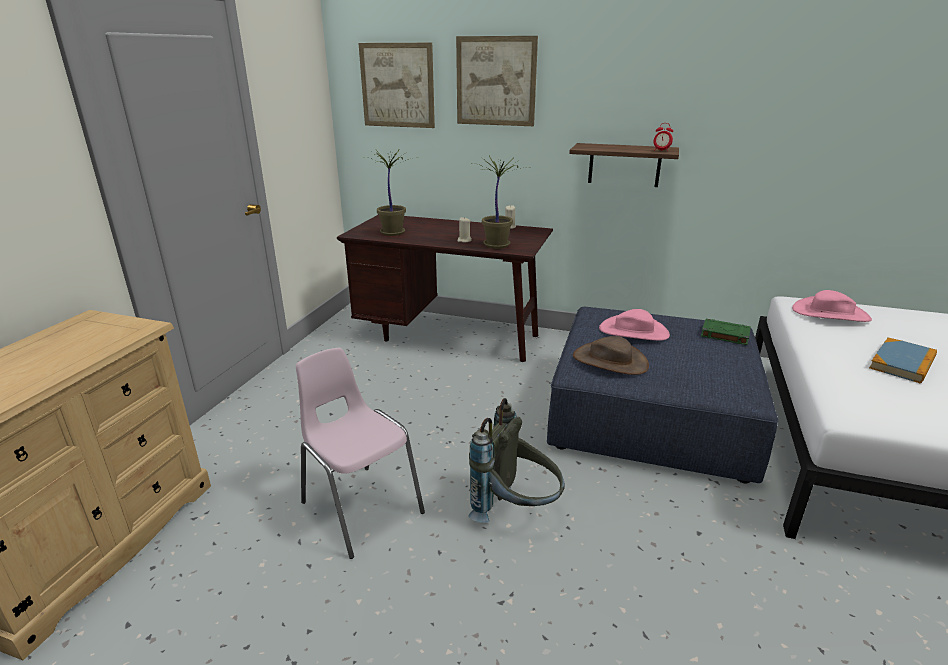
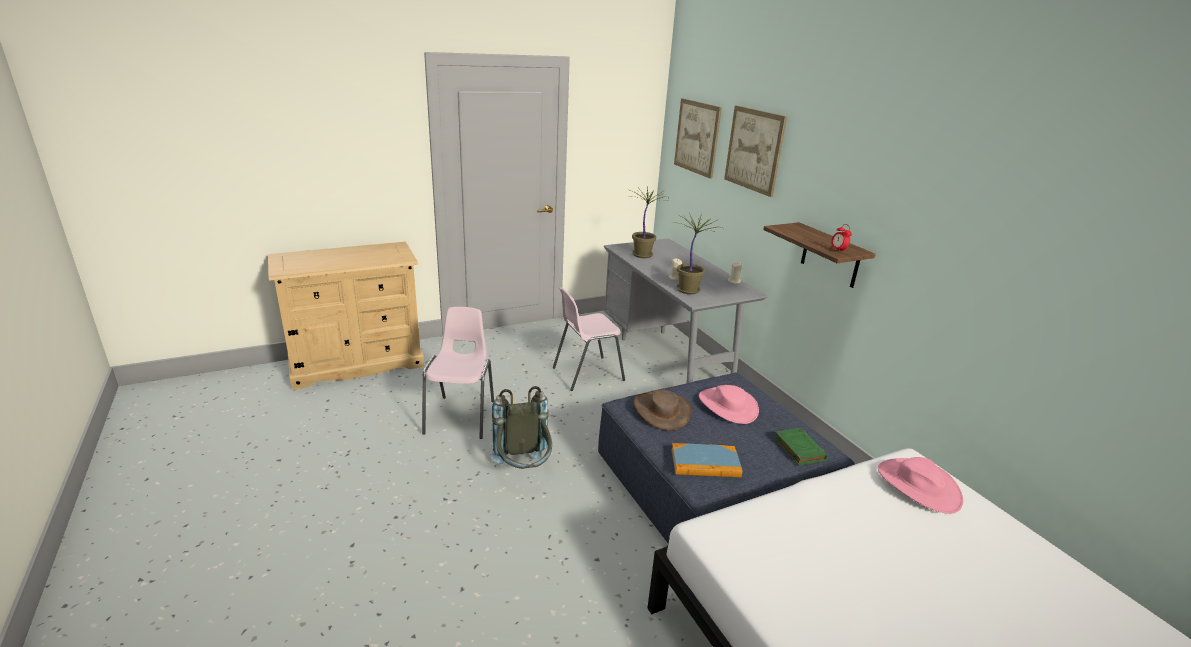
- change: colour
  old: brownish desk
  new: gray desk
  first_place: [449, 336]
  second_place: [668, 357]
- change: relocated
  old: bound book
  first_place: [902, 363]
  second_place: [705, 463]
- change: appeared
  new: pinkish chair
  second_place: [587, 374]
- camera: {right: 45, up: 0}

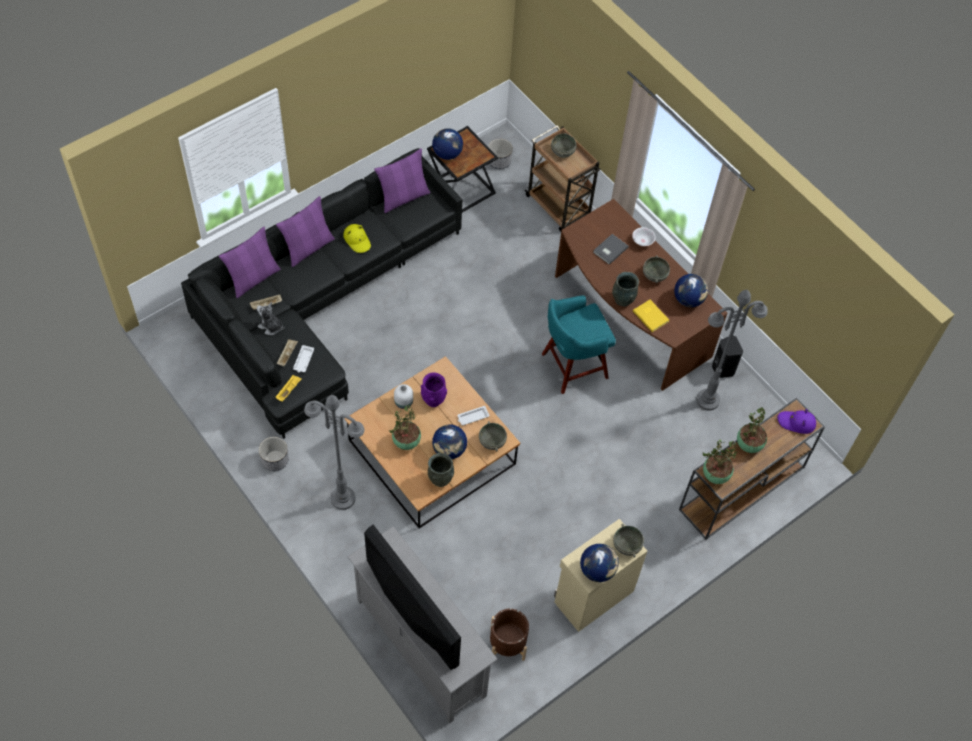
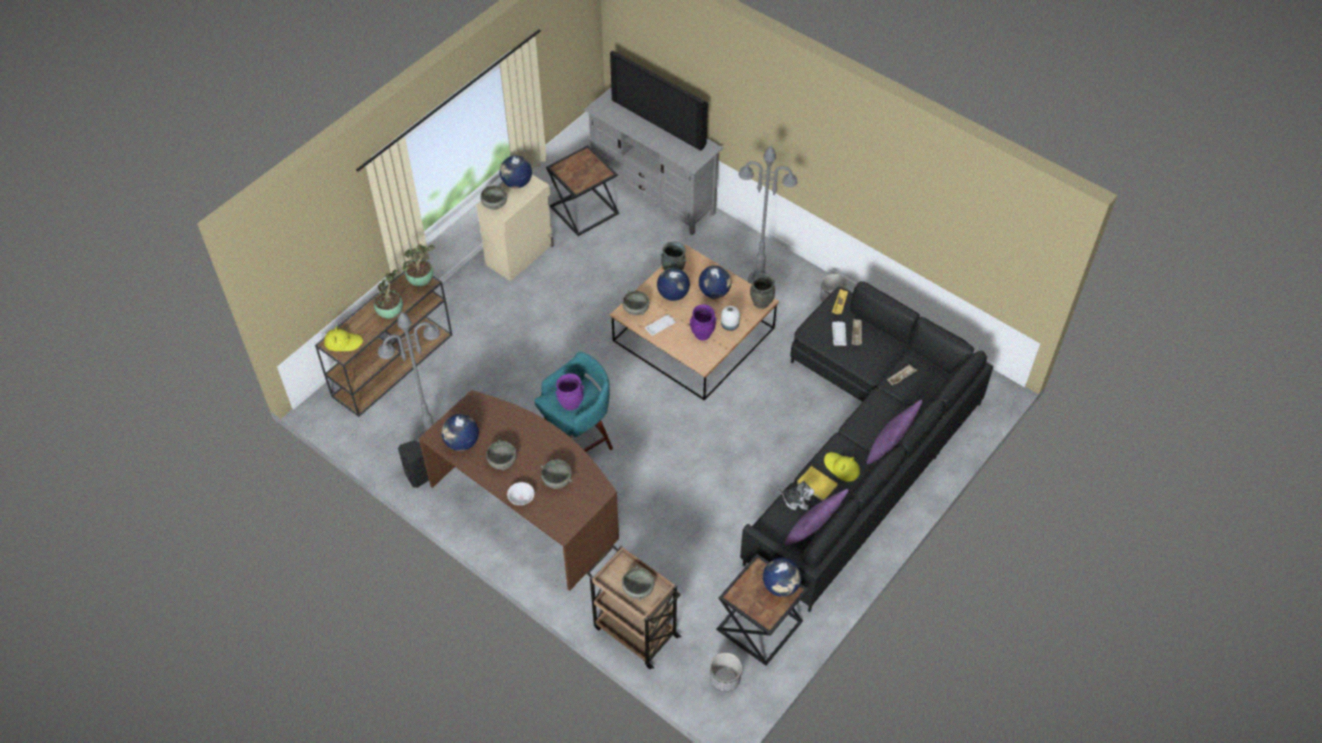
- change: missing
  old: purple-coloured throw pillow
  first_place: [253, 278]
- change: relocated
  old: soft toy
  first_place: [271, 326]
  second_place: [796, 500]
- change: exchanged
  old: potted plant
  new: world globe
  first_place: [406, 443]
  second_place: [714, 292]
- change: exchanged
  old: brownish flower pot
  new: blackish accent table
  first_place: [507, 644]
  second_place: [584, 209]
- change: exchanged
  old: gray bound book
  new: gray bowl
  first_place: [609, 249]
  second_place: [557, 480]
- change: relocated
  old: gray decorative vase
  first_place: [623, 300]
  second_place: [761, 302]
- change: relocated
  old: yellowish bound book
  first_place: [651, 315]
  second_place: [817, 485]
- change: colour
  old: purple-coloured hat
  new: yellowish hat
  first_place: [796, 422]
  second_place: [343, 342]
- change: appeared
  new: purple-coloured decorative vase
  second_place: [571, 403]
- camera: {right: 170, up: -5}

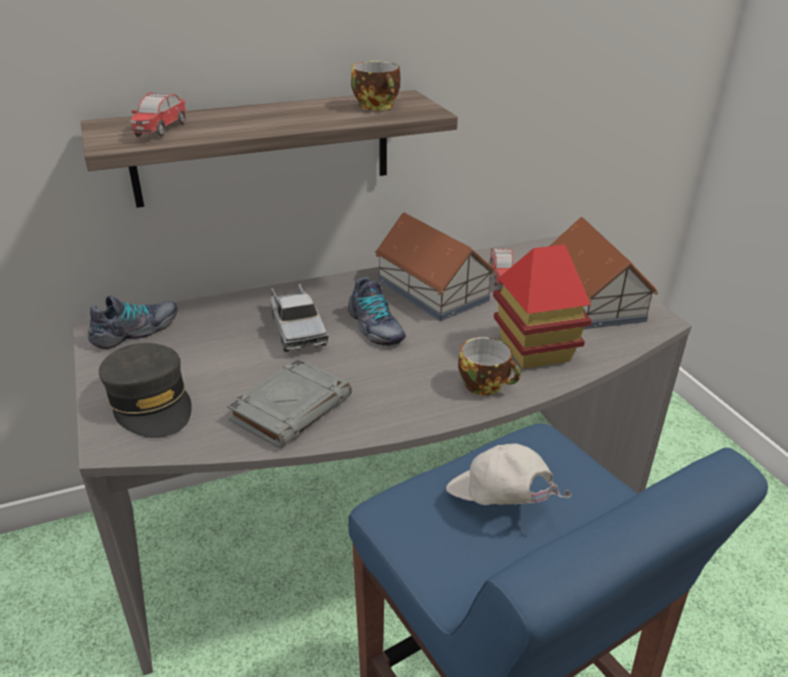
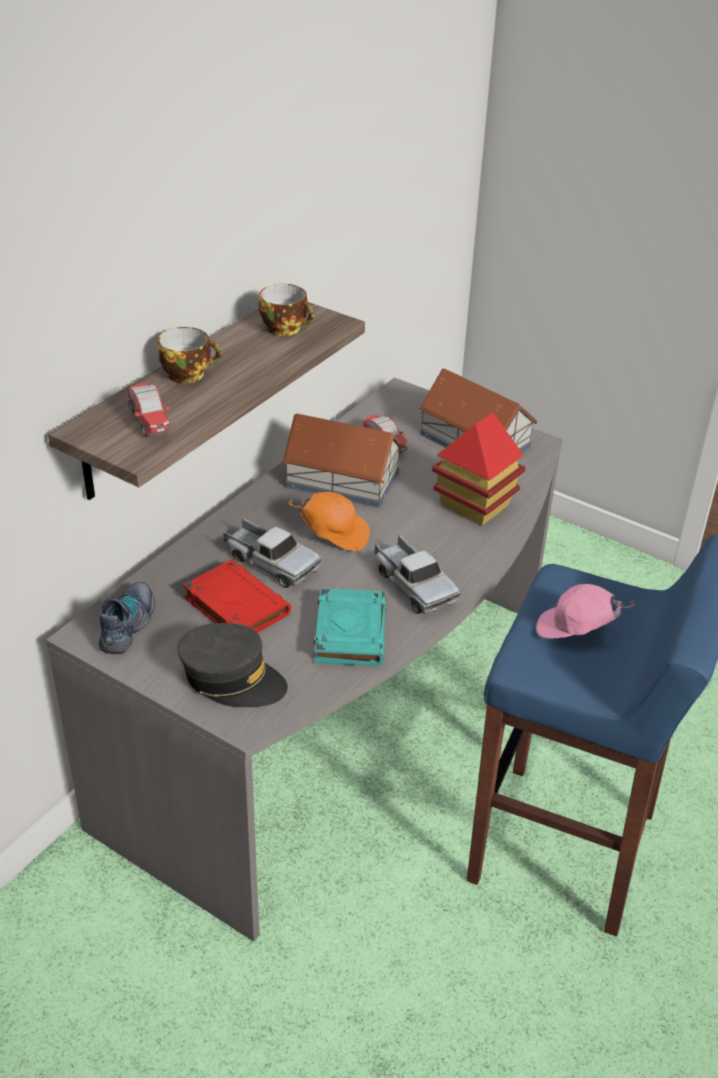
- change: colour
  old: gray bound book
  new: turquoise bound book
  first_place: [291, 408]
  second_place: [349, 632]
- change: exchanged
  old: shoe
  new: orangey cap
  first_place: [374, 327]
  second_place: [333, 535]
- change: colour
  old: white-coloured cap
  new: pinkish cap
  first_place: [498, 503]
  second_place: [575, 631]
- change: relocated
  old: cup
  first_place: [486, 385]
  second_place: [188, 373]
- change: appeared
  new: red-coloured bound book
  second_place: [235, 605]
- change: appeared
  new: toy truck
  second_place: [413, 585]
- camera: {right: -35, up: 5}

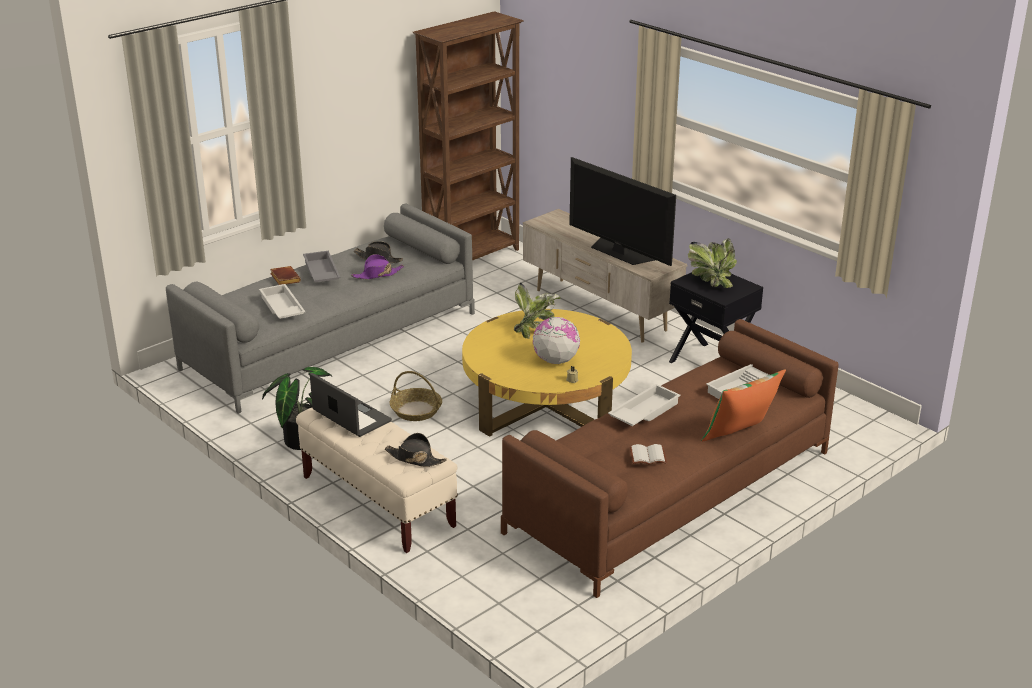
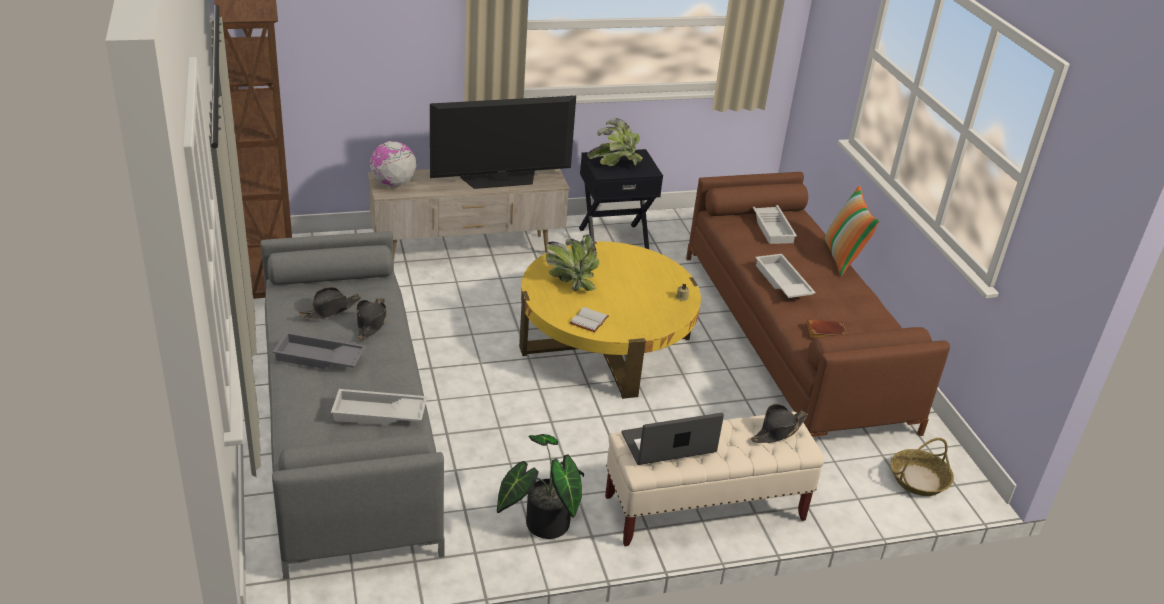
- change: relocated
  old: brownish bound book
  first_place: [284, 278]
  second_place: [824, 334]
- change: colour
  old: purple-coloured hat
  new: blackish hat
  first_place: [377, 274]
  second_place: [371, 323]
- change: relocated
  old: household basket
  first_place: [415, 410]
  second_place: [918, 480]
- change: relocated
  old: world globe
  first_place: [555, 360]
  second_place: [393, 184]
- change: relocated
  old: white-coloured bound book
  first_place: [647, 456]
  second_place: [590, 321]
- camera: {right: -65, up: 5}

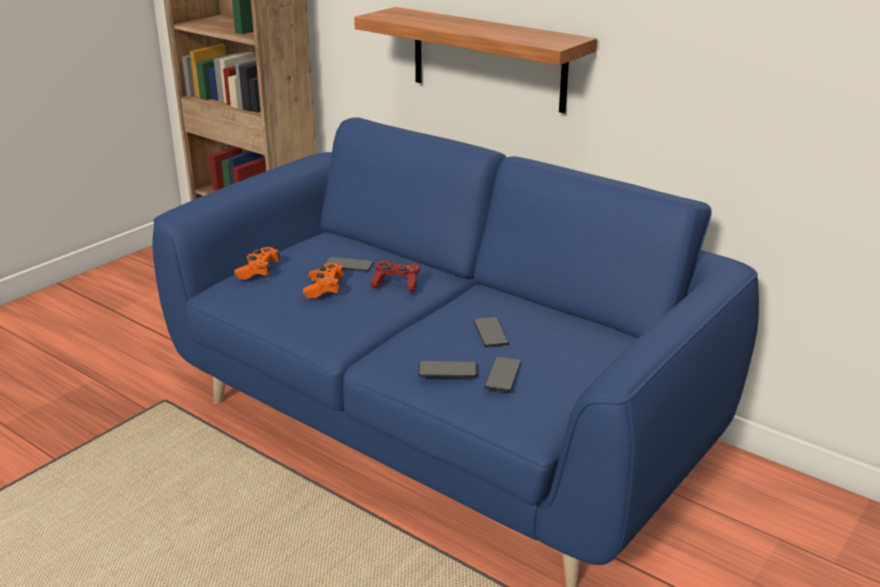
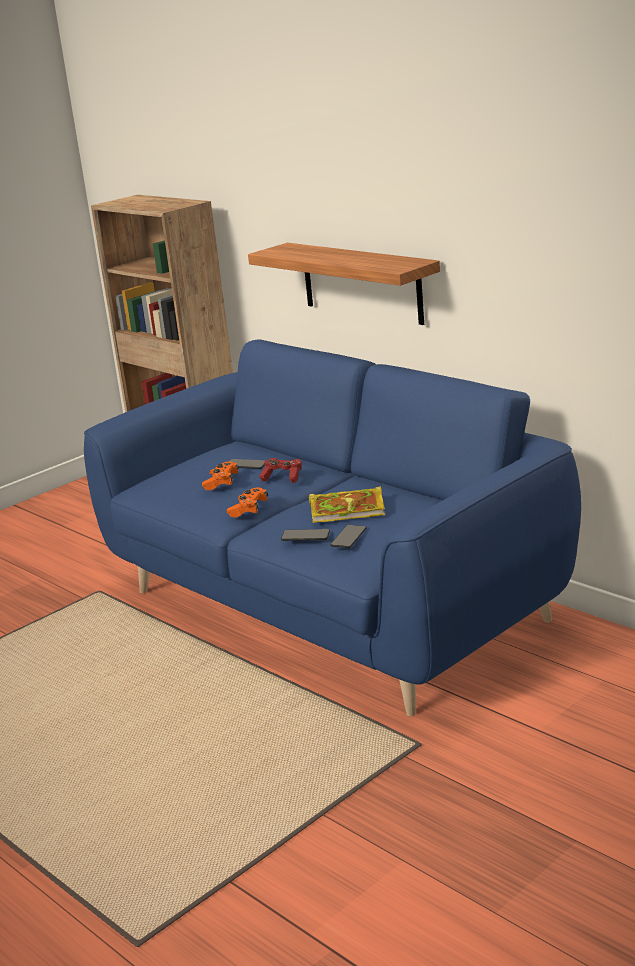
- change: relocated
  old: orangey joypad
  first_place: [258, 271]
  second_place: [248, 510]
- change: exchanged
  old: telephone
  new: bound book
  first_place: [490, 333]
  second_place: [349, 509]
- camera: {right: 10, up: -5}

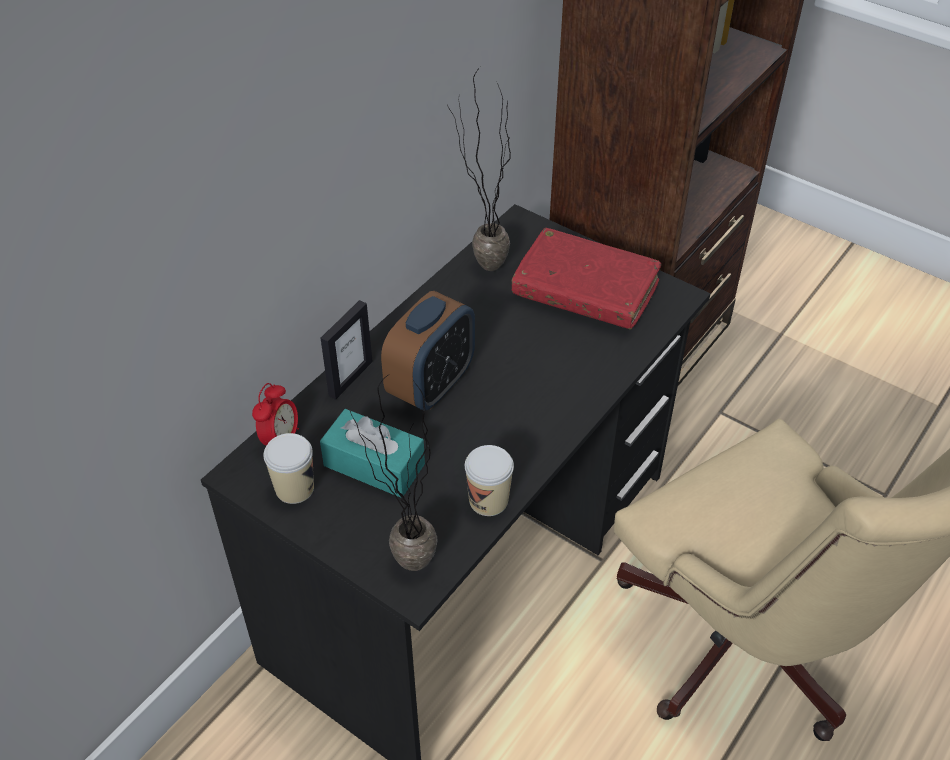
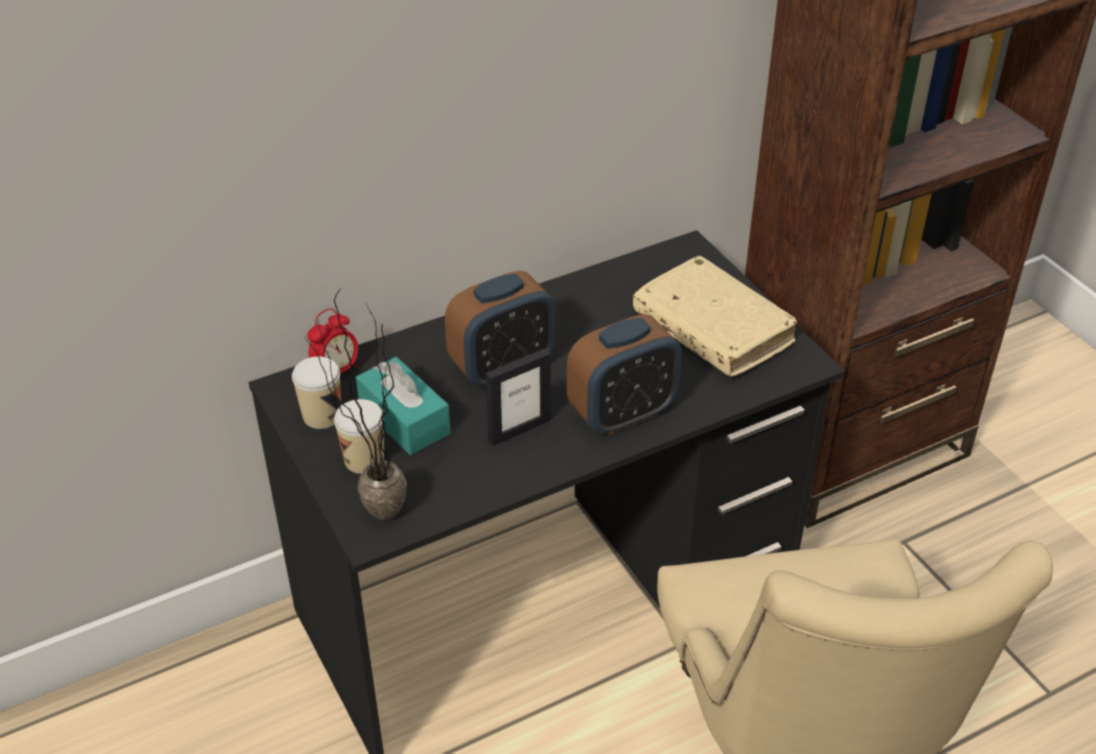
- change: relocated
  old: picture frame
  first_place: [350, 378]
  second_place: [519, 429]
- change: missing
  old: potted plant
  first_place: [478, 265]
- change: relocated
  old: cup
  first_place: [488, 500]
  second_place: [364, 459]
- change: colour
  old: red-coloured bound book
  new: beige-coloured bound book
  first_place: [585, 290]
  second_place: [712, 329]
- change: appeared
  new: table clock
  second_place: [622, 414]
- camera: {right: 25, up: -5}

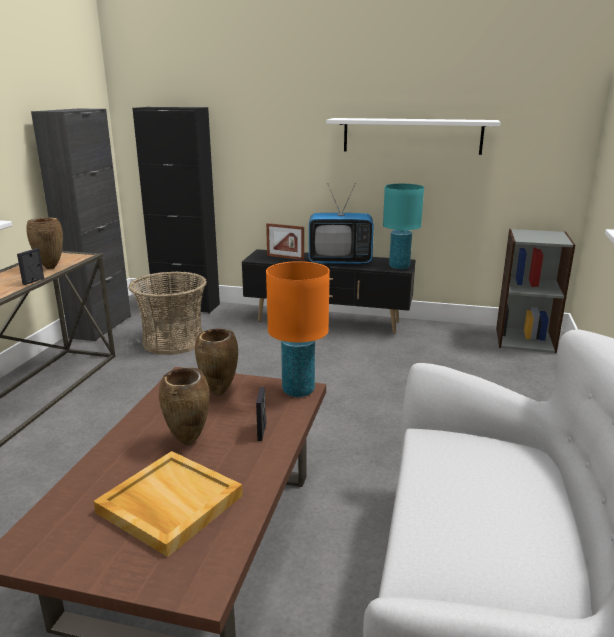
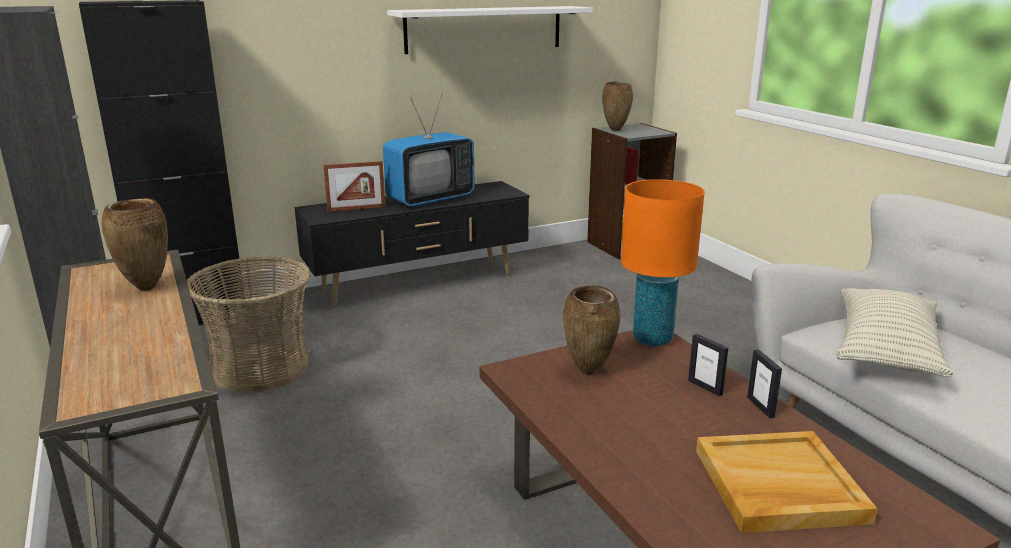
- change: relocated
  old: picture frame
  first_place: [33, 281]
  second_place: [761, 407]
- change: relocated
  old: brownish decorative vase
  first_place: [189, 442]
  second_place: [616, 130]
- change: missing
  old: turquoise tabletop lamp
  first_place: [399, 267]
- change: appeared
  new: throw pillow
  second_place: [885, 351]
- camera: {right: -40, up: 0}

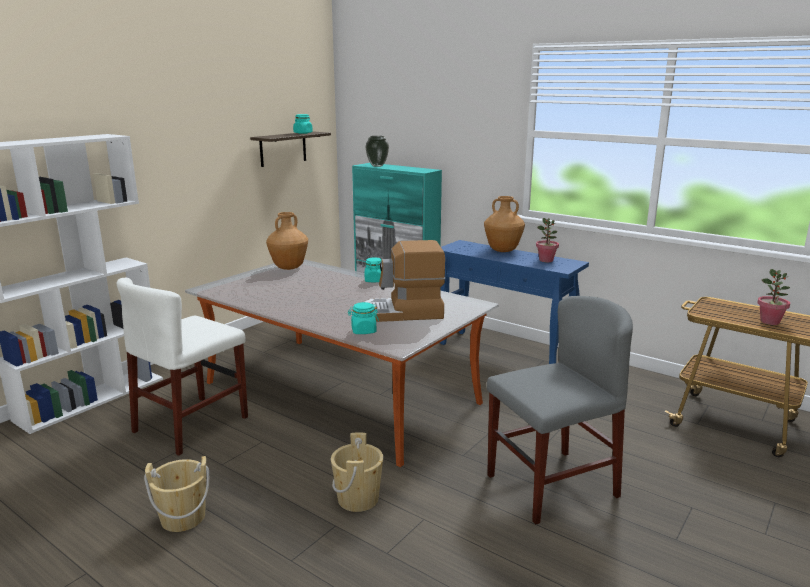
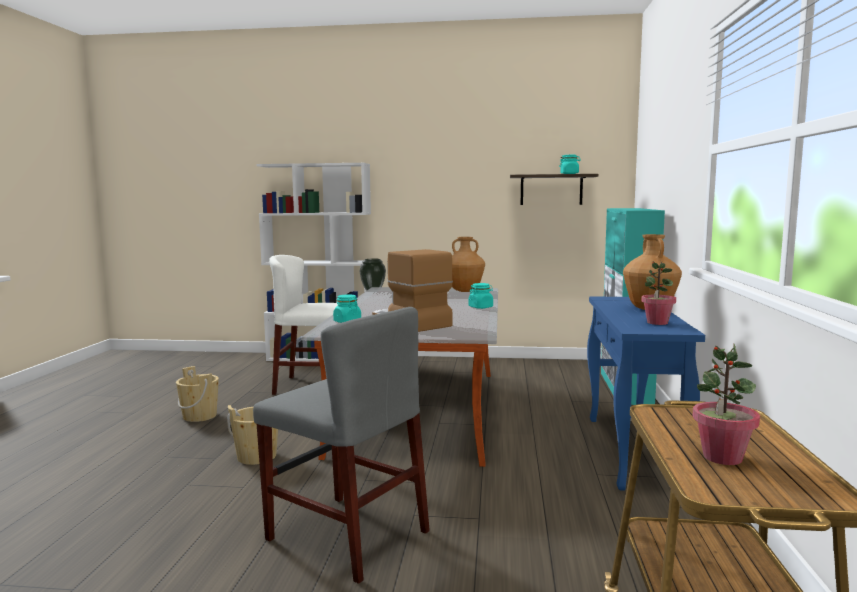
- change: relocated
  old: decorative vase
  first_place: [377, 166]
  second_place: [373, 292]
- camera: {right: 60, up: -10}

